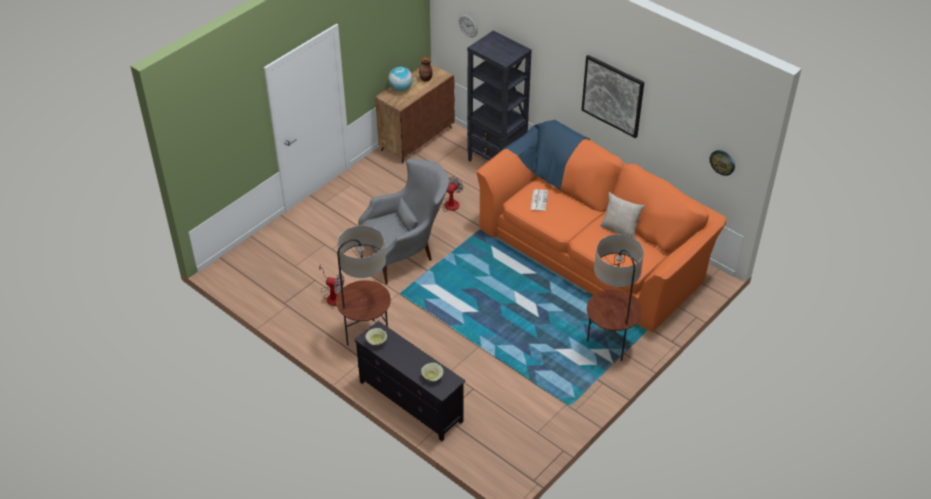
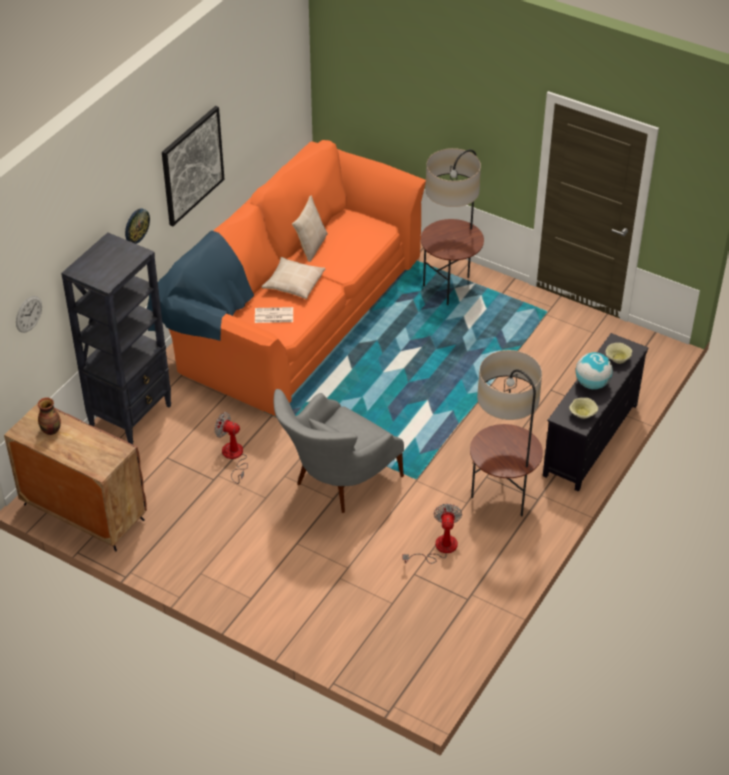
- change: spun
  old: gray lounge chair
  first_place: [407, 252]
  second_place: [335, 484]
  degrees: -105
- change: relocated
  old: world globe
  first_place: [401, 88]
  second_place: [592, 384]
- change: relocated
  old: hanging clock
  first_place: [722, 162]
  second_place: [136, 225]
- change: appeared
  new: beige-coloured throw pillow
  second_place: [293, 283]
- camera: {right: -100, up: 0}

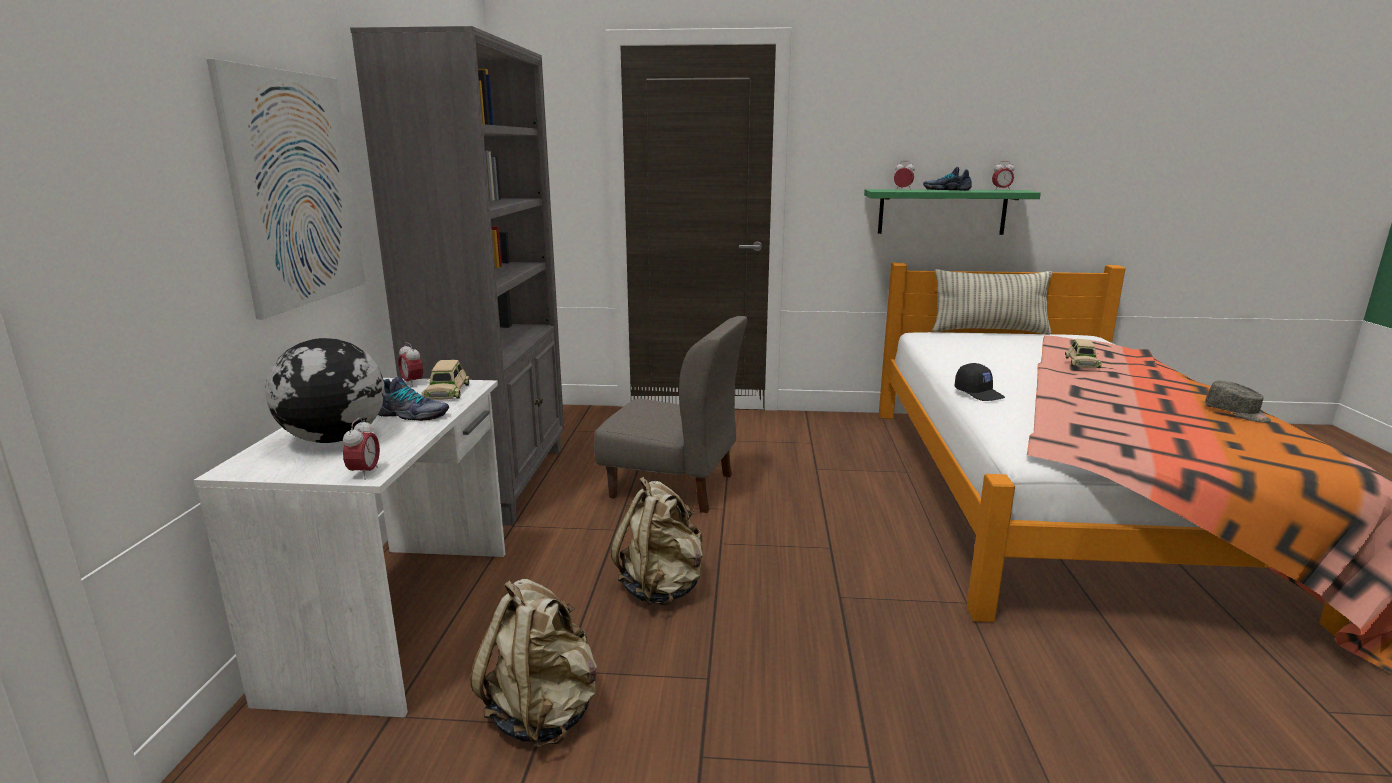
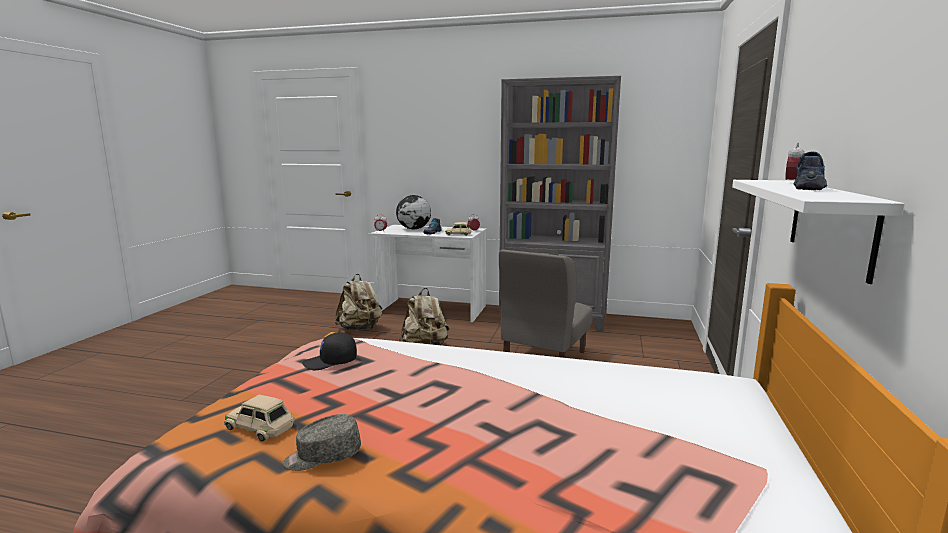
- change: missing
  old: wall art
  first_place: [296, 189]
- change: colour
  old: green-coloured bracket shelf
  new: white-coloured bracket shelf
  first_place: [942, 211]
  second_place: [830, 224]
- change: missing
  old: throw pillow
  first_place: [988, 331]
- change: relocated
  old: blackish cap
  first_place: [979, 393]
  second_place: [330, 362]
- change: missing
  old: table clock
  first_place: [1001, 190]
- change: relocated
  old: beige-coloured toy car
  first_place: [1082, 362]
  second_place: [261, 426]
- camera: {right: 100, up: -5}

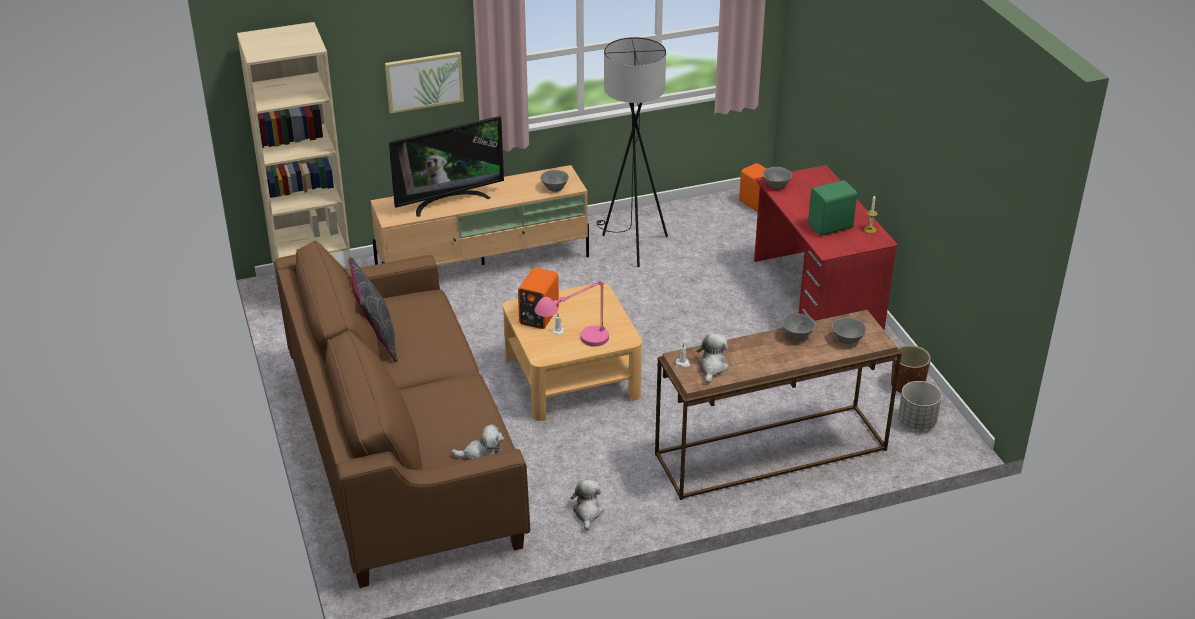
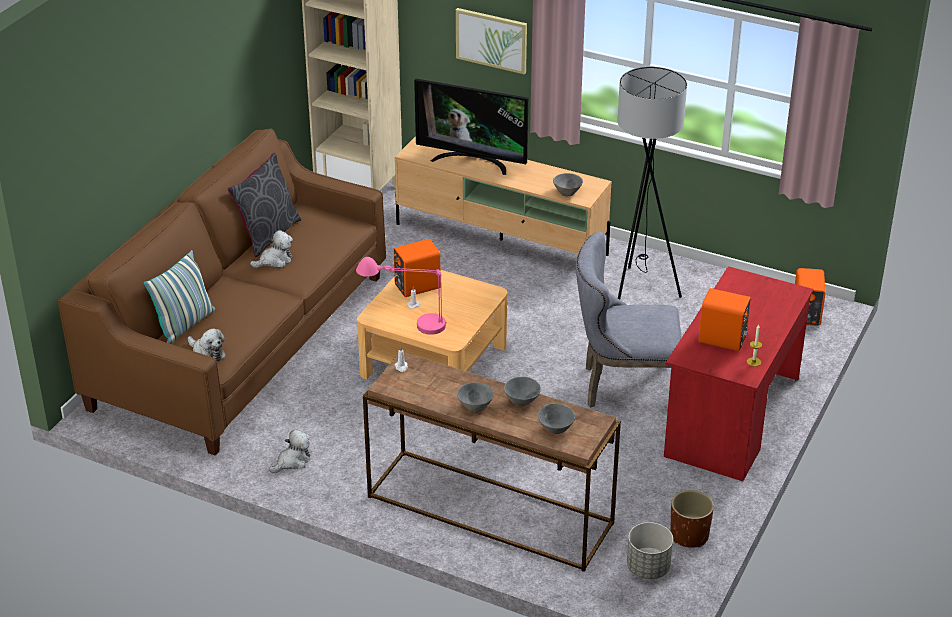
- change: relocated
  old: soft toy
  first_place: [712, 368]
  second_place: [275, 260]
- change: relocated
  old: gray bowl
  first_place: [776, 185]
  second_place: [476, 406]
- change: colour
  old: green-coloured audio speaker
  new: orangey audio speaker
  first_place: [831, 227]
  second_place: [722, 340]
- change: appeared
  new: throw pillow
  second_place: [185, 325]
- change: appeared
  new: gray chair
  second_place: [624, 387]
- camera: {right: 45, up: 0}

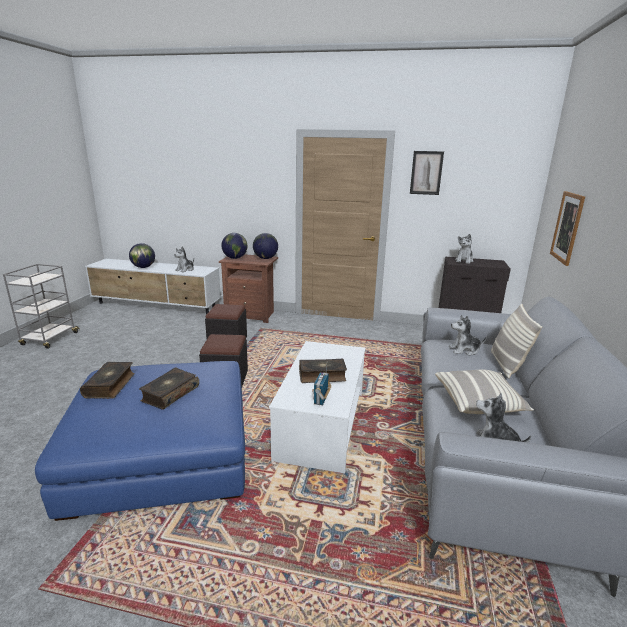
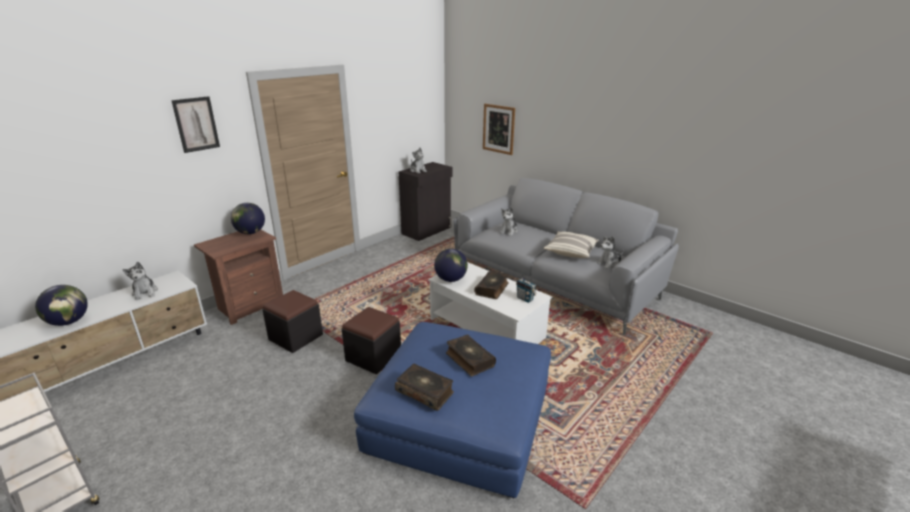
- change: relocated
  old: world globe
  first_place: [235, 258]
  second_place: [450, 279]
- change: relocated
  old: wall art
  first_place: [426, 173]
  second_place: [196, 124]
- change: missing
  old: throw pillow
  first_place: [507, 365]
- camera: {right: -60, up: 5}

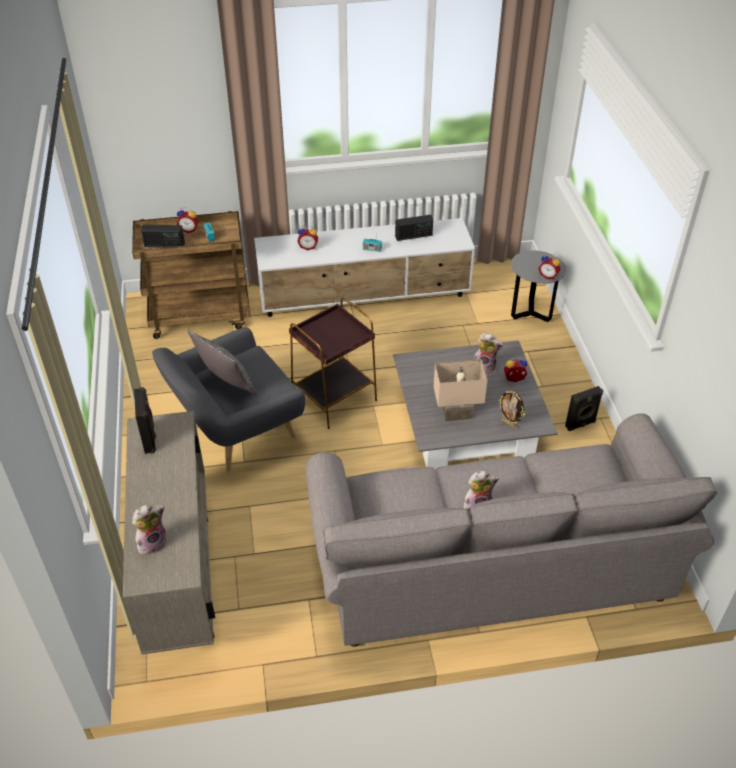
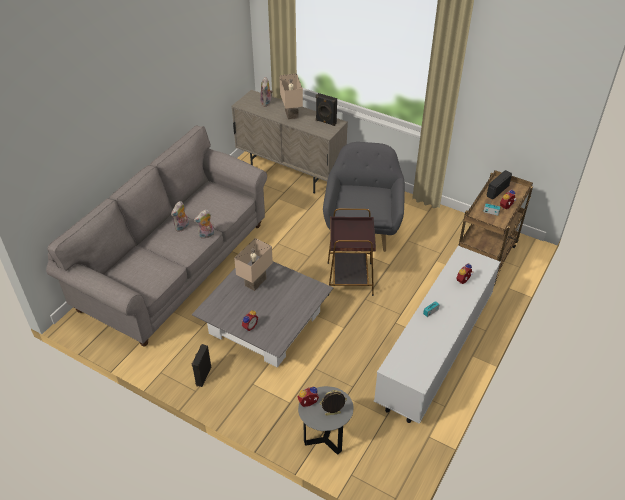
- change: missing
  old: throw pillow
  first_place: [226, 385]
- change: missing
  old: radio
  first_place: [413, 236]
- change: relocated
  old: soft toy
  first_place: [485, 366]
  second_place: [206, 235]
- change: relocated
  old: picture frame
  first_place: [509, 424]
  second_place: [333, 414]
- change: appeared
  new: beige-coloured tabletop lamp
  second_place: [290, 114]
- camera: {right: 130, up: 0}

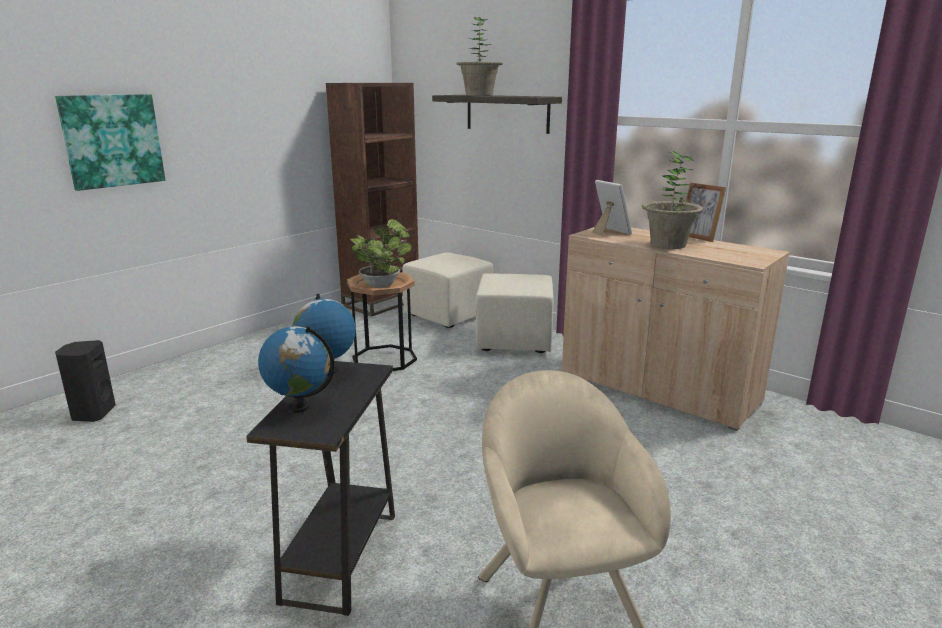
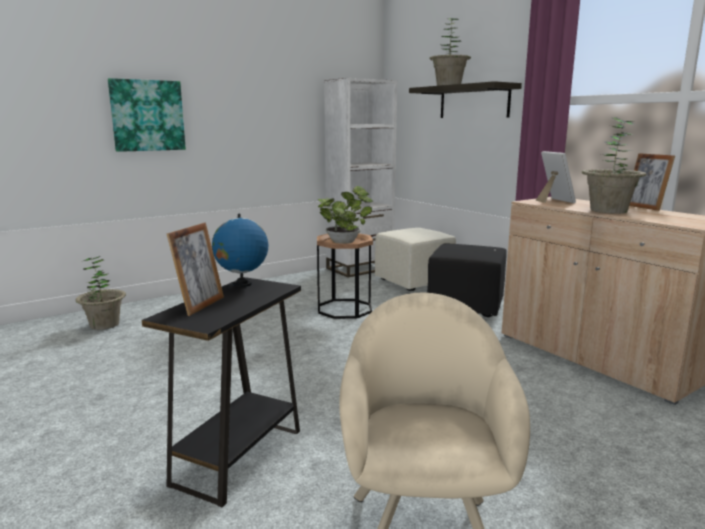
- change: exchanged
  old: blackish audio speaker
  new: potted plant
  first_place: [92, 413]
  second_place: [104, 324]
- change: exchanged
  old: world globe
  new: picture frame
  first_place: [299, 407]
  second_place: [200, 305]
- change: colour
  old: brownish shelving unit
  new: white-coloured shelving unit
  first_place: [381, 303]
  second_place: [360, 268]
- change: colour
  old: beige-coloured footrest
  new: blackish footrest
  first_place: [515, 341]
  second_place: [467, 305]
- camera: {right: 15, up: -5}

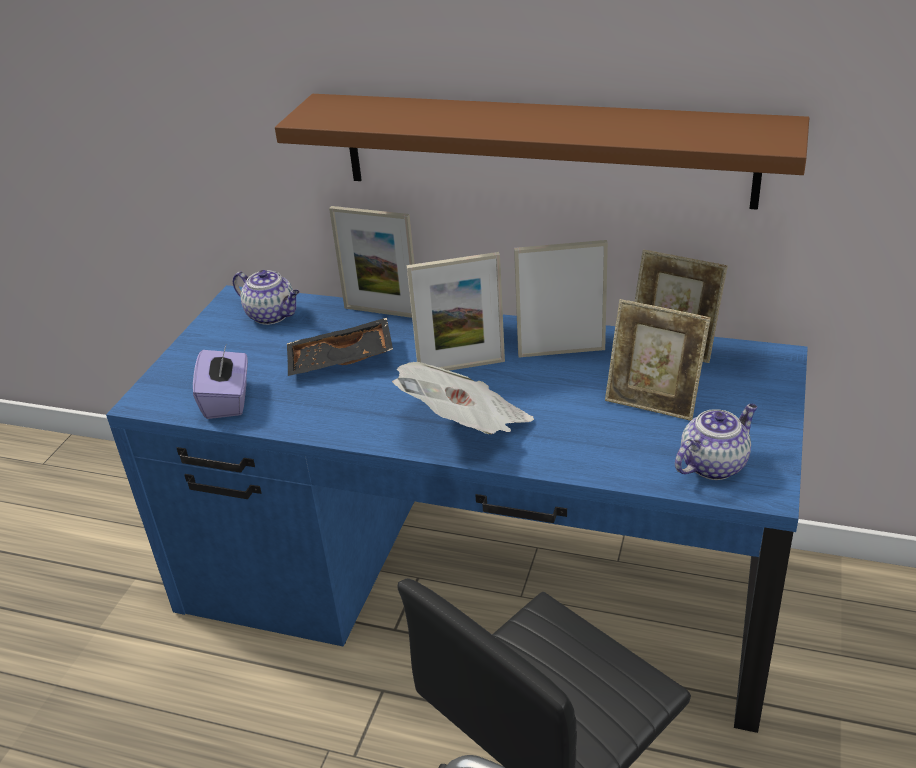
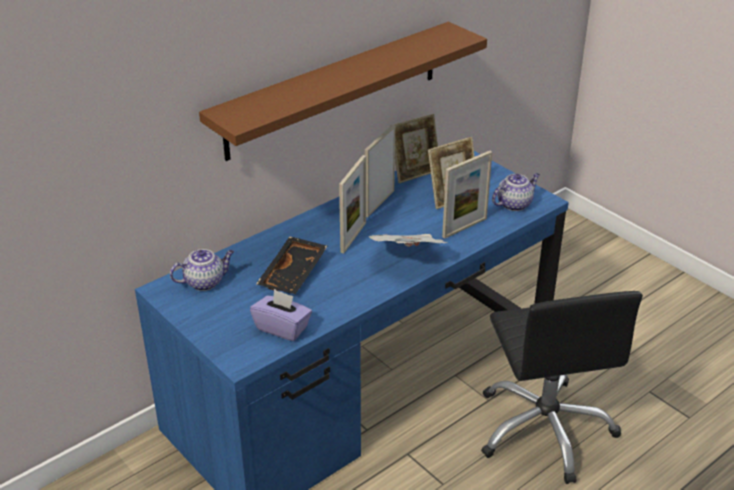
- change: relocated
  old: picture frame
  first_place: [381, 312]
  second_place: [464, 227]
- change: spun
  old: teapot
  first_place: [713, 464]
  second_place: [514, 204]
  degrees: 60
- camera: {right: -60, up: 0}

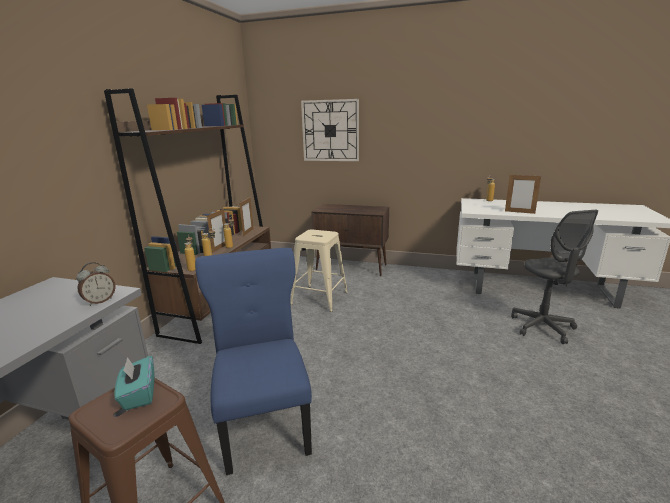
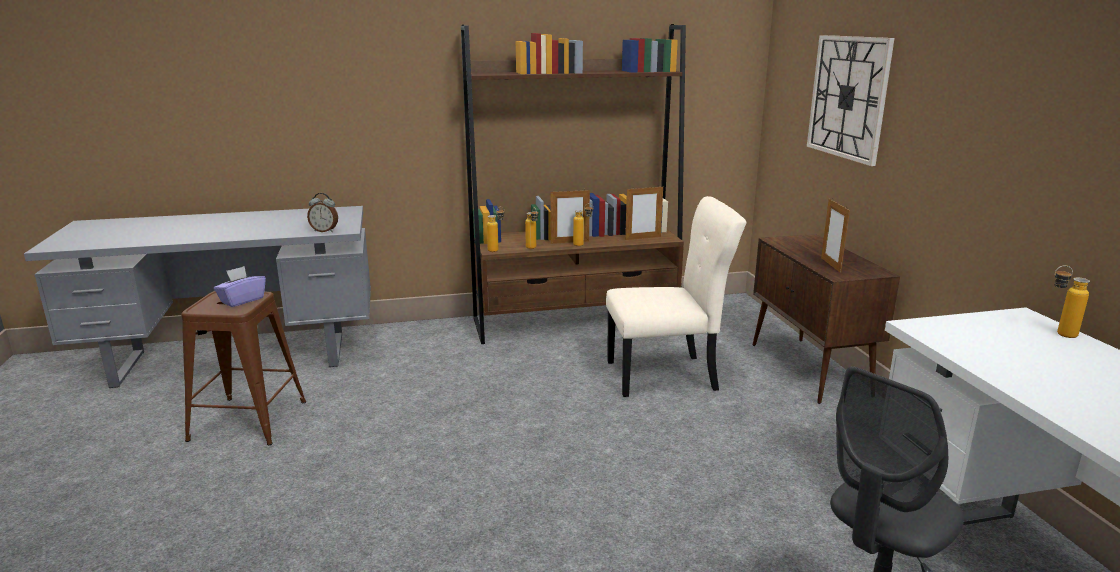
- change: colour
  old: turquoise tissue box
  new: purple-coloured tissue box
  first_place: [139, 395]
  second_place: [242, 300]
- change: missing
  old: bluish chair
  first_place: [265, 422]
- change: exchanged
  old: beige-coloured stool
  new: beige-coloured chair
  first_place: [319, 298]
  second_place: [666, 376]
- change: relocated
  old: picture frame
  first_place: [519, 212]
  second_place: [830, 265]
- camera: {right: 60, up: 0}

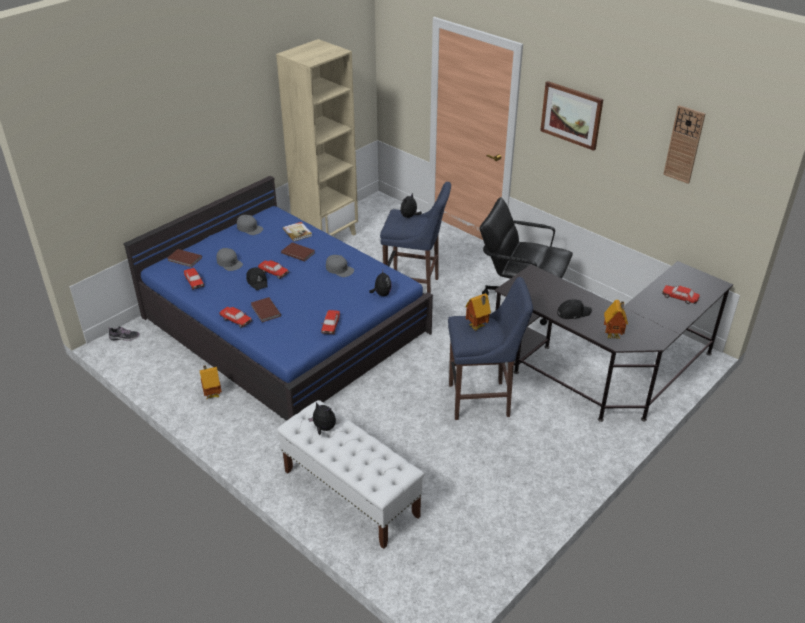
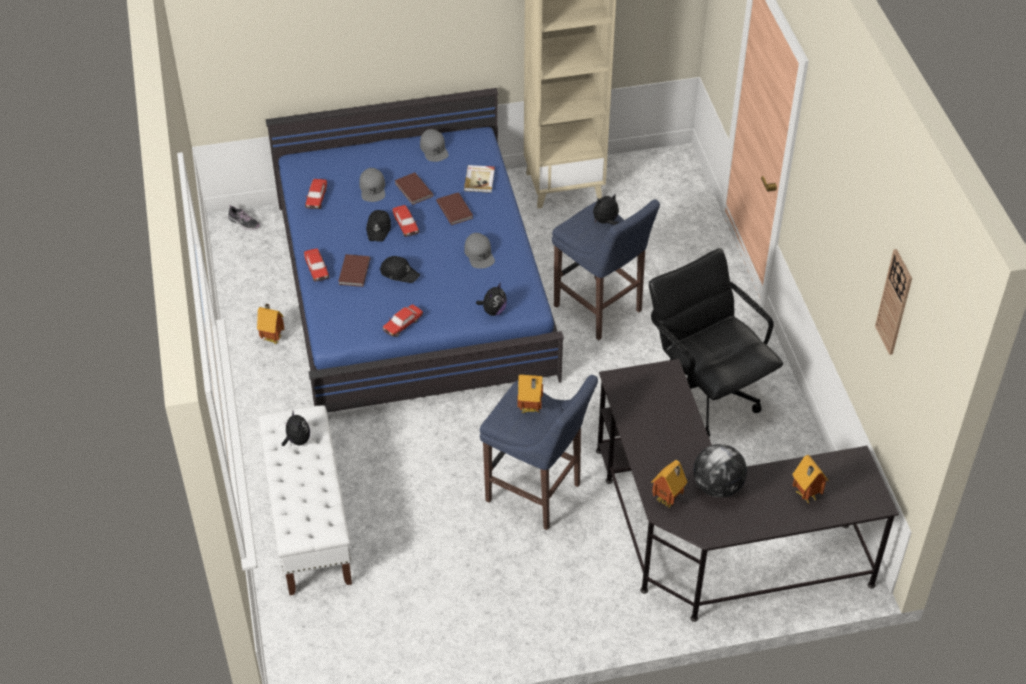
- change: relocated
  old: brownish bound book
  first_place: [184, 259]
  second_place: [413, 190]
- change: missing
  old: wall art
  first_place: [571, 115]
- change: relocated
  old: blackish cap
  first_place: [573, 313]
  second_place: [399, 273]
- change: exchanged
  old: toy car
  new: model house
  first_place: [679, 298]
  second_place: [805, 496]
- change: appeared
  new: world globe
  second_place: [717, 487]
- camera: {right: 35, up: 10}

